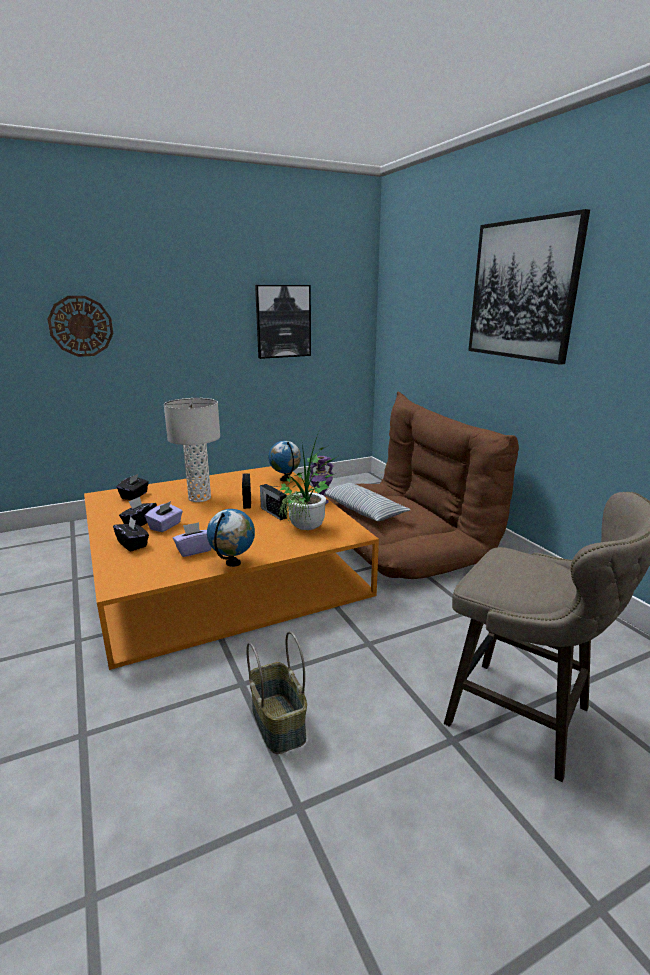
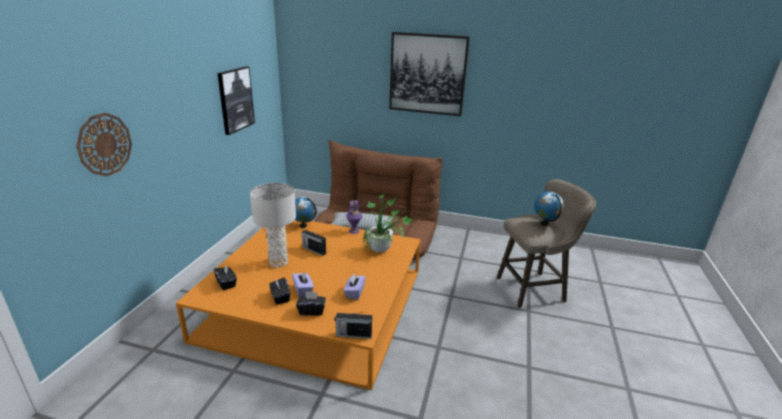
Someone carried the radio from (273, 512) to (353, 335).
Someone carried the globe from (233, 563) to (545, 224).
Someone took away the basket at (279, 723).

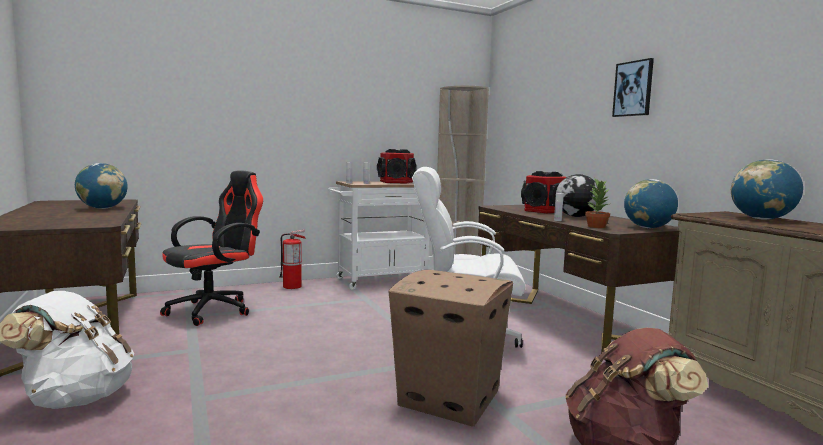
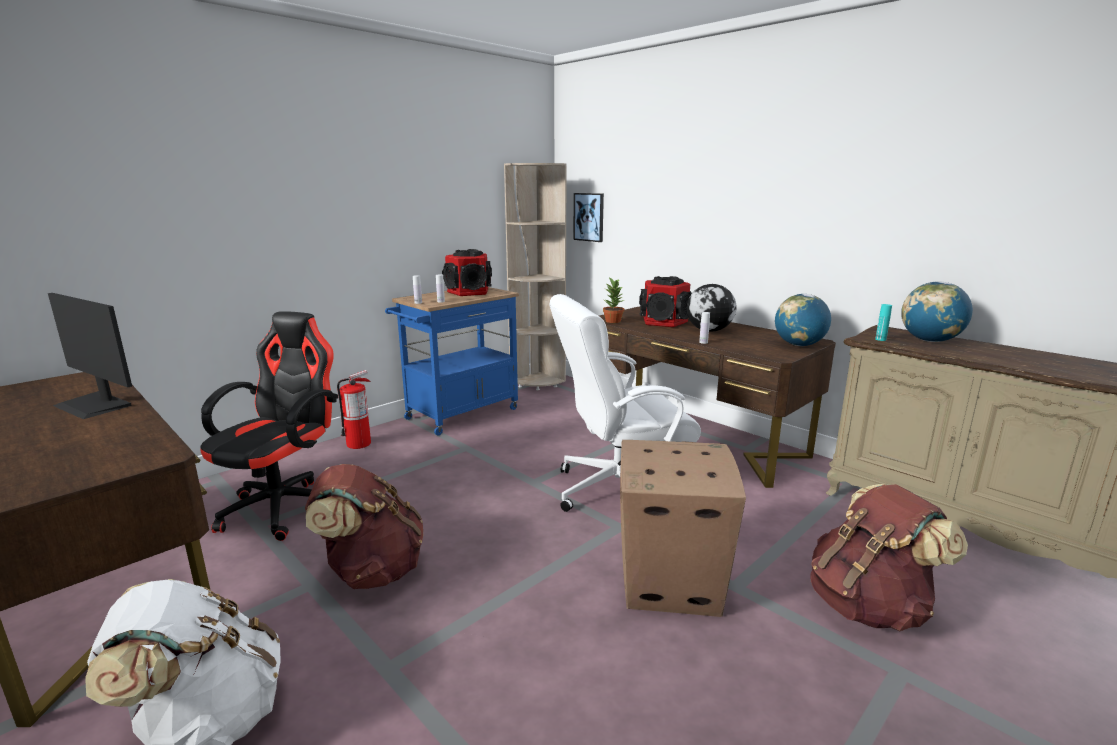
Someone swapped the globe at (102, 208) for the monitor at (94, 405).
Someone put down the backpack (brown) at (371, 571).
Someone repainted the cart (white) at (378, 280), which became the cart (blue) at (459, 415).
Someone carried the picture from (633, 89) to (589, 217).
Someone carried the potted plant from (596, 226) to (613, 321).
Someone put down the bottle (turquoise) at (880, 339).

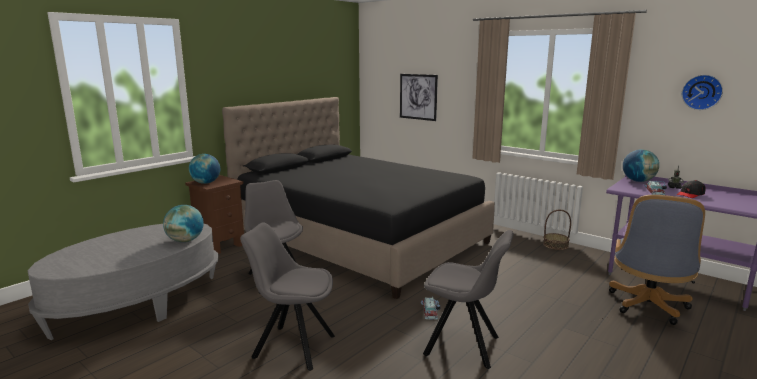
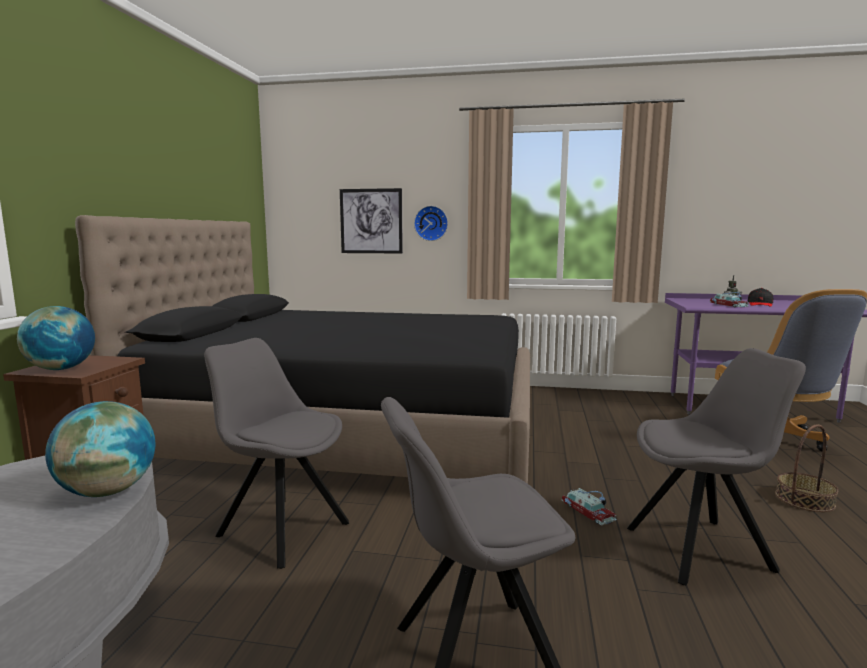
Someone carried the wall clock from (702, 92) to (431, 223).
Someone carried the basket from (555, 245) to (804, 499).
Someone took away the globe at (638, 181).

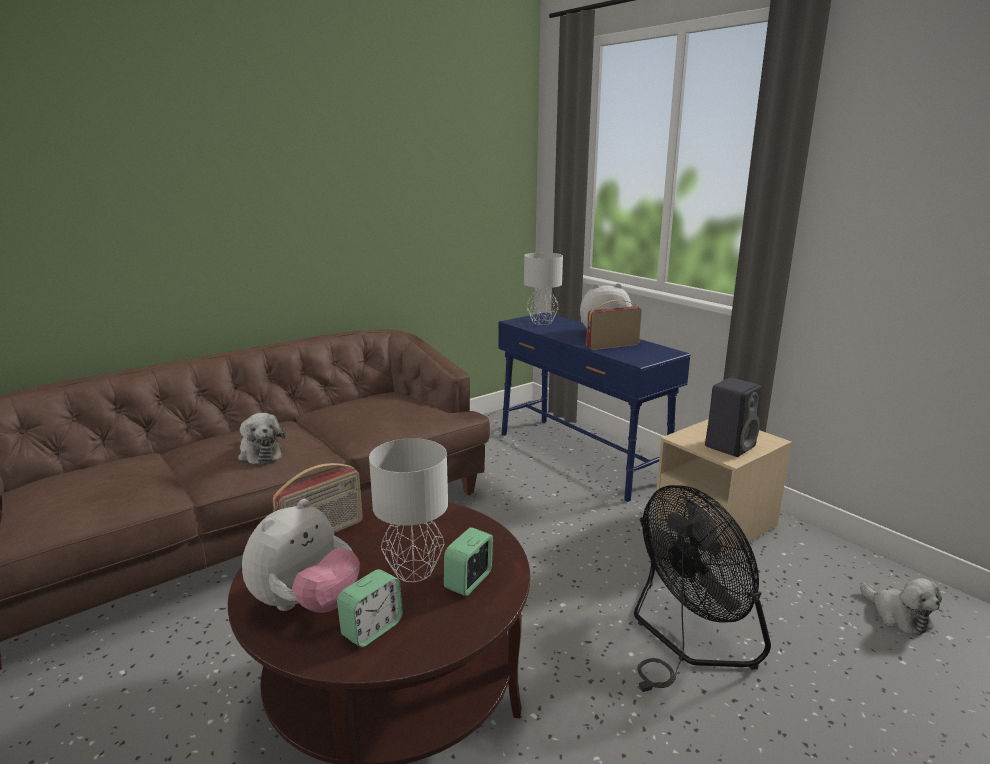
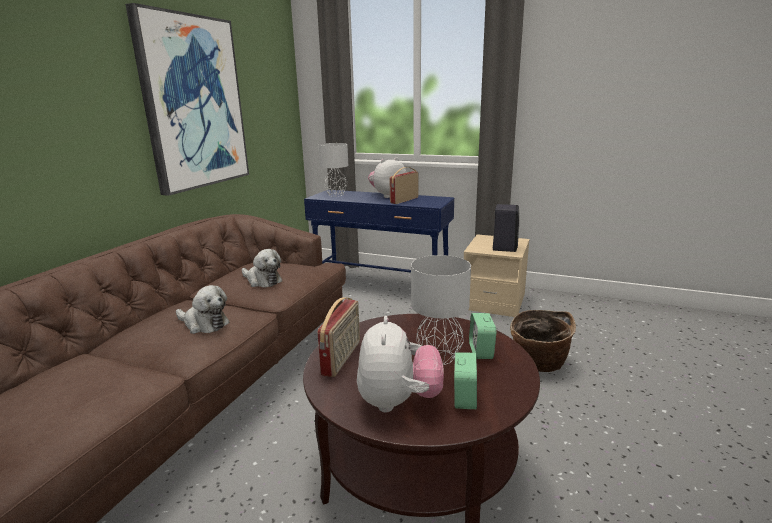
Someone put up the picture at (193, 103).
Someone carried the plush toy from (898, 615) to (262, 281).
Someone swapped the fan (black) at (680, 636) for the basket at (538, 364).

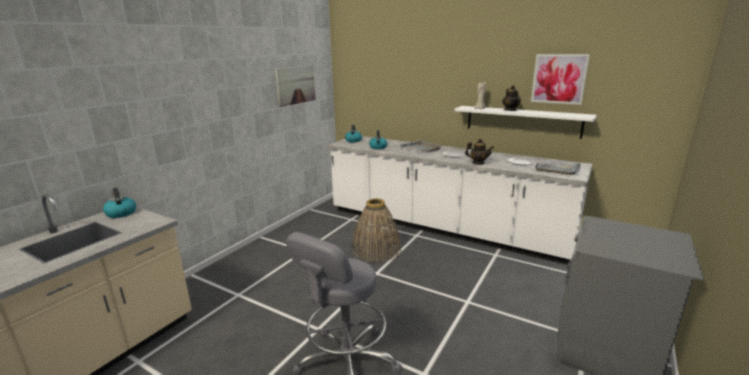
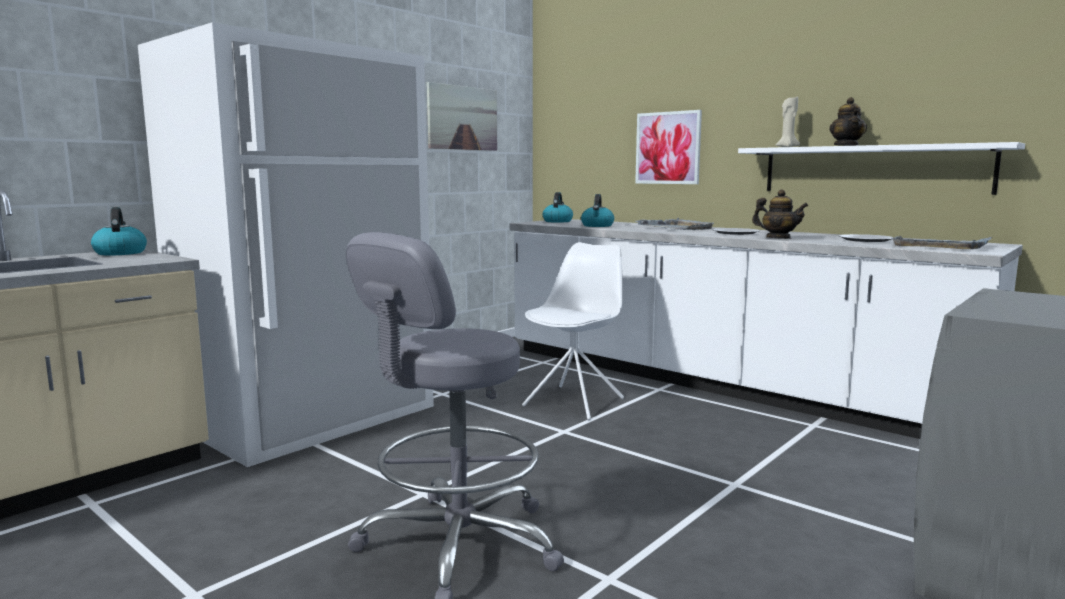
Someone put down the fridge (white) at (311, 416).
Someone swapped the basket at (376, 249) for the chair (white) at (575, 402).
Someone carried the picture from (559, 79) to (668, 148).

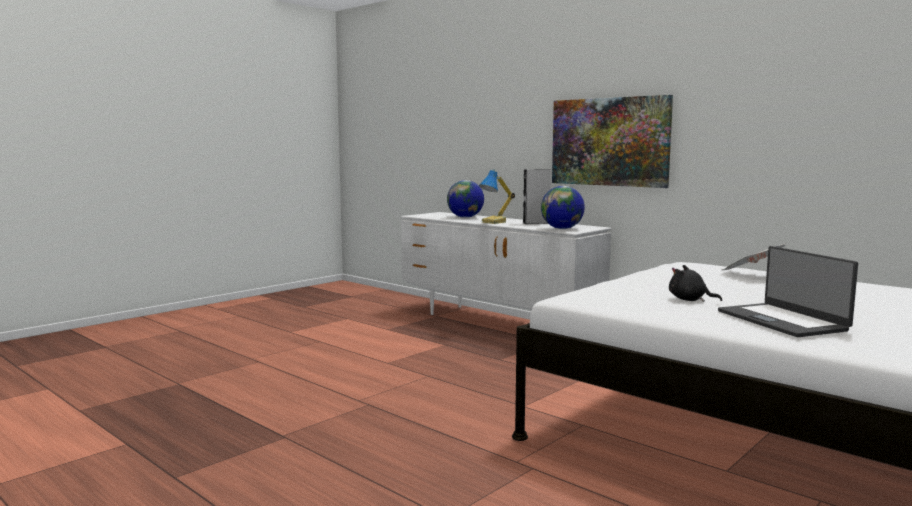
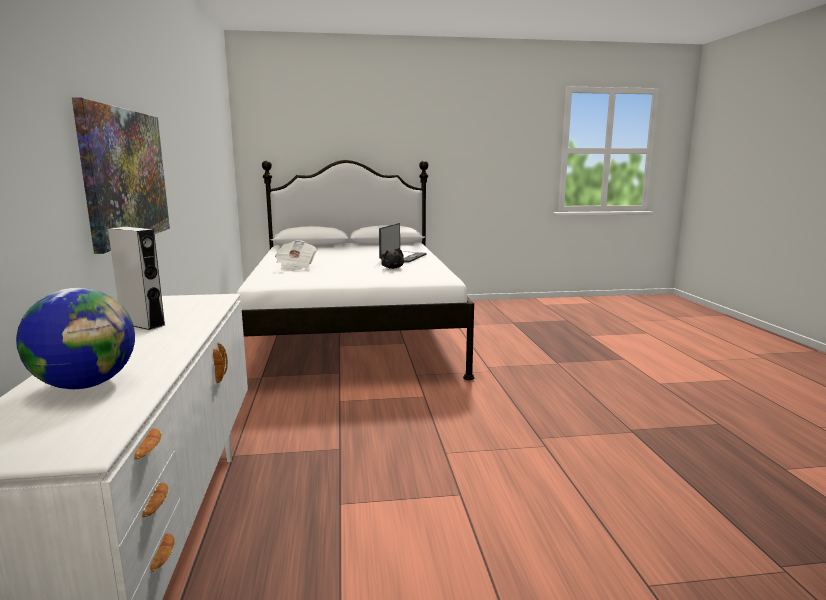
Someone took away the table lamp at (494, 222).
Someone took away the globe at (562, 229).

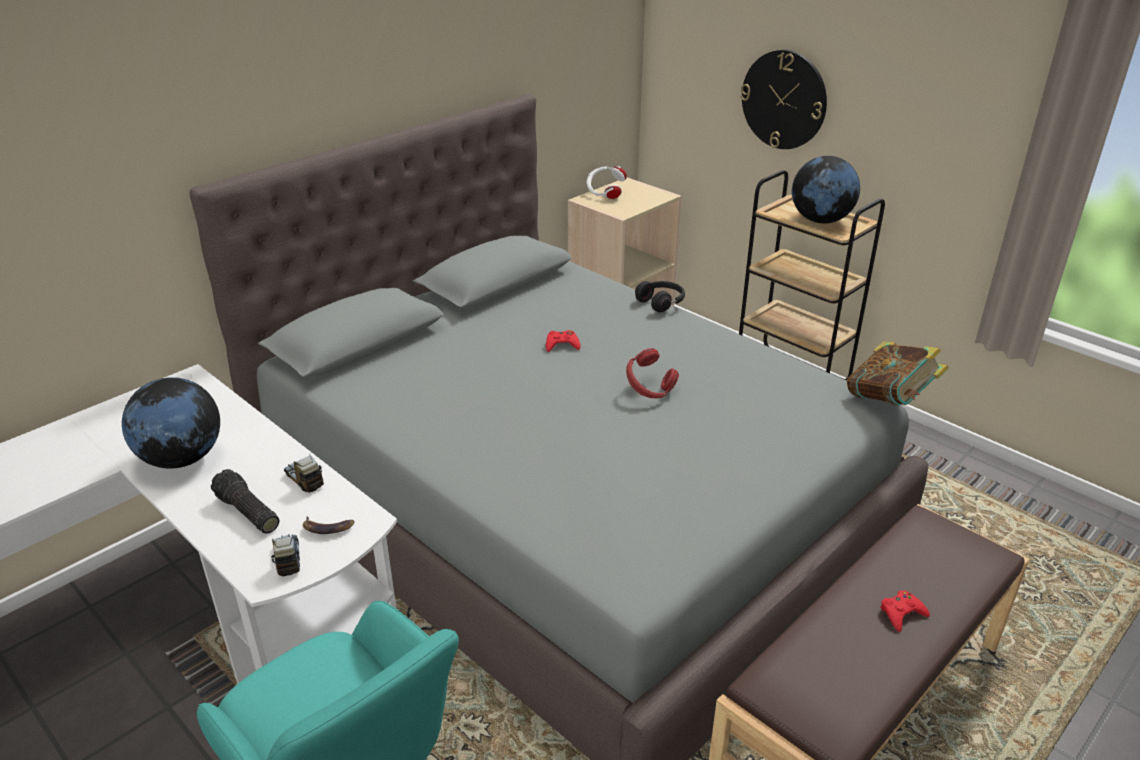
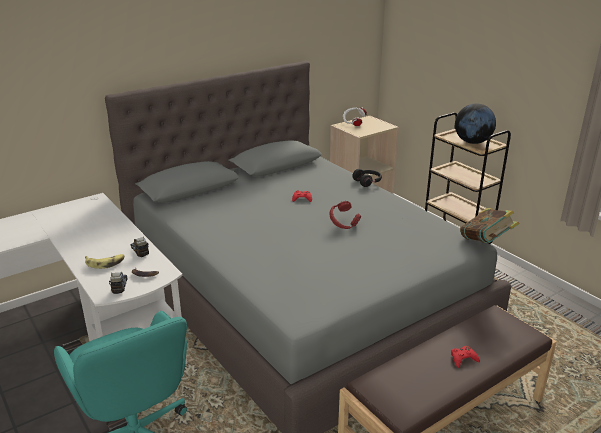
Someone swapped the flashlight at (246, 513) for the banana at (105, 263).
Someone took away the globe at (181, 458).
Someone took away the wall clock at (784, 100).

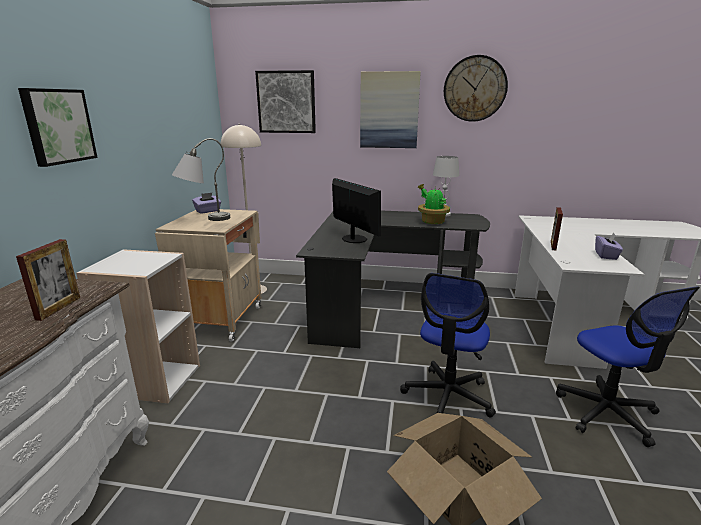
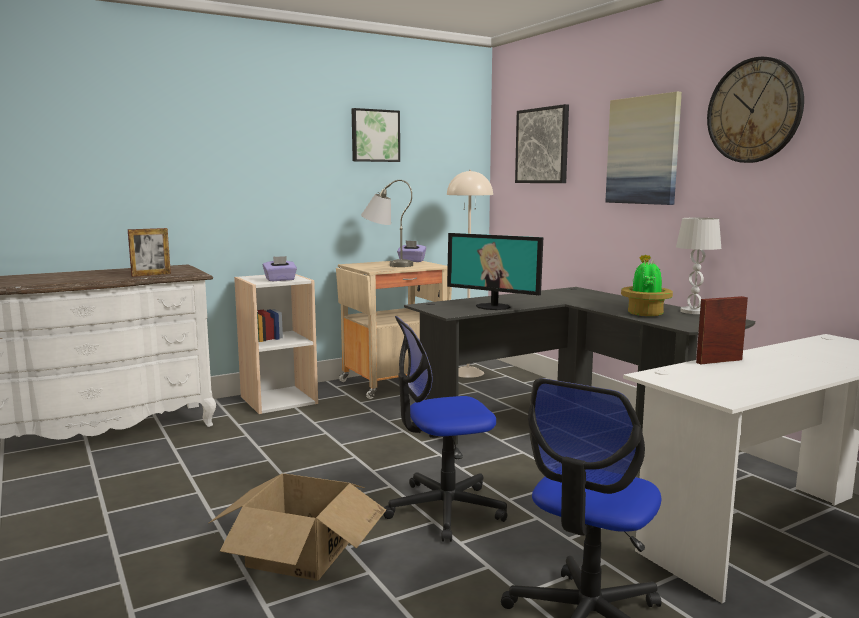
Someone carried the tissue box (purple) from (606, 255) to (280, 280).
Someone carried the picture from (57, 126) to (375, 135).
Someone rotated the monitor at (353, 239) by 105 degrees clockwise.

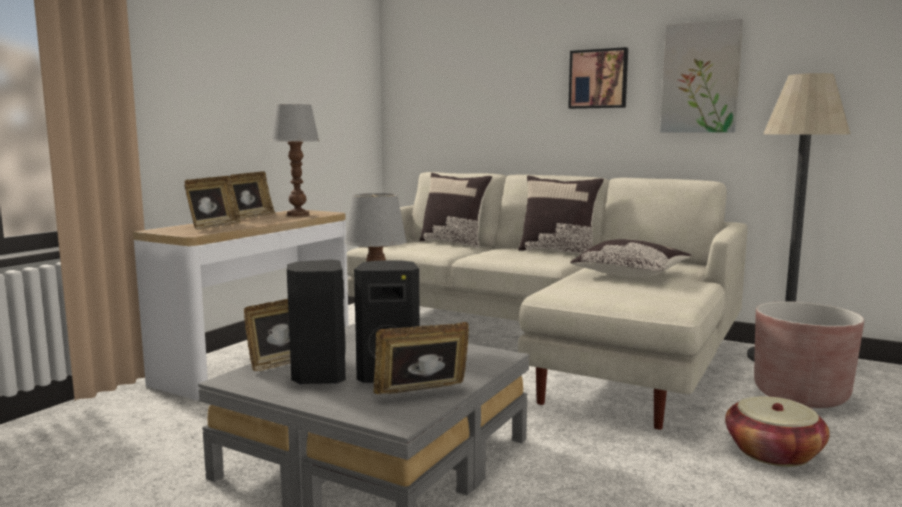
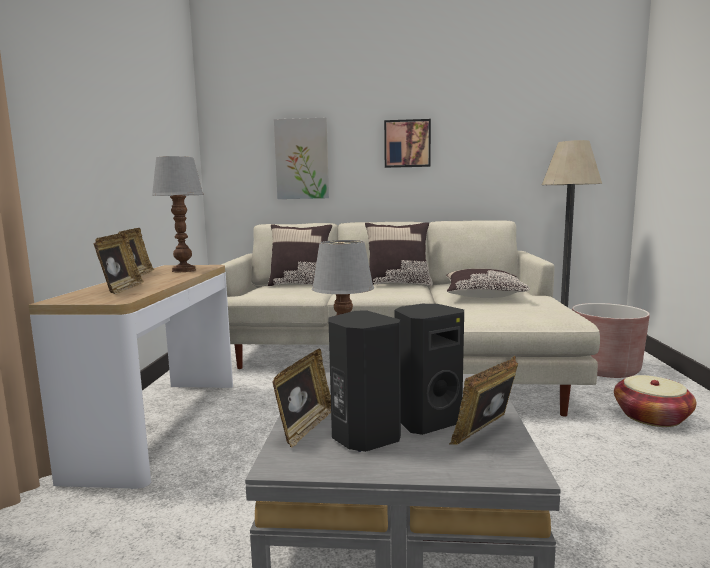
Someone carried the picture from (700, 78) to (302, 159).

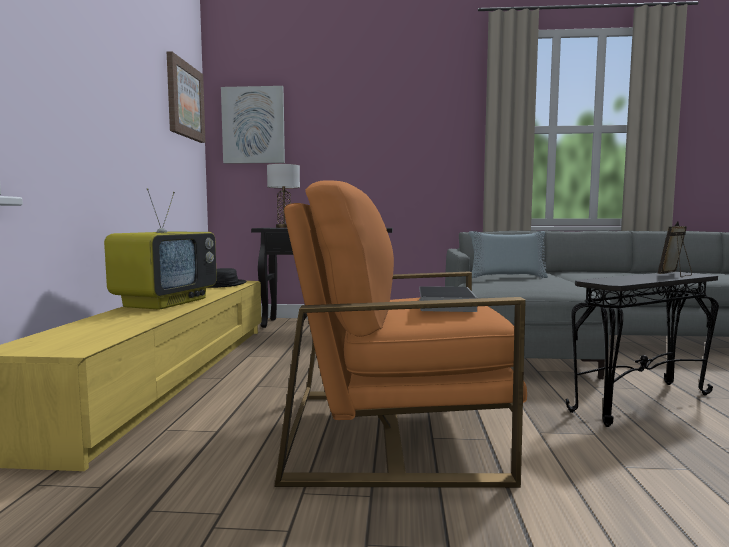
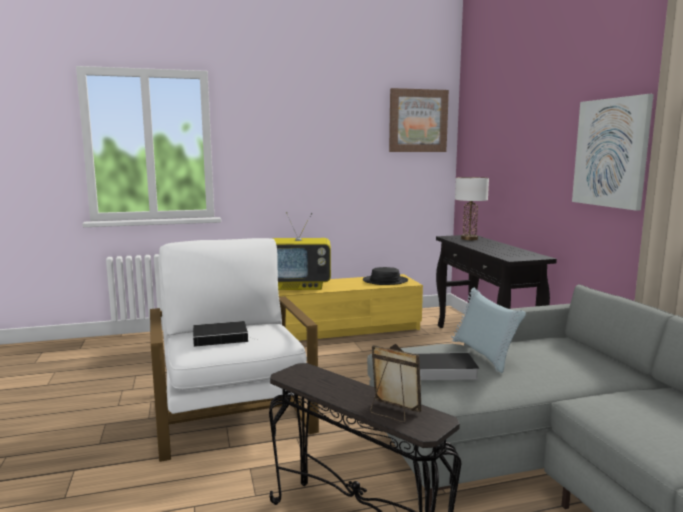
Someone repainted the armchair (orange) at (394, 431), which became the armchair (white) at (233, 412).
Someone put down the book at (442, 371).
Someone carried the picture from (253, 125) to (611, 153).

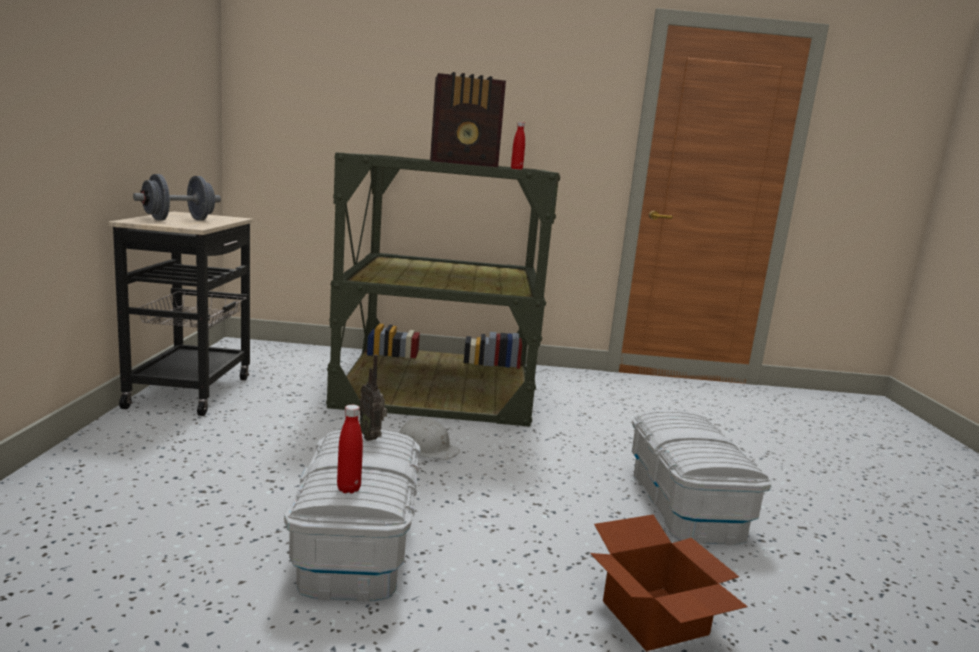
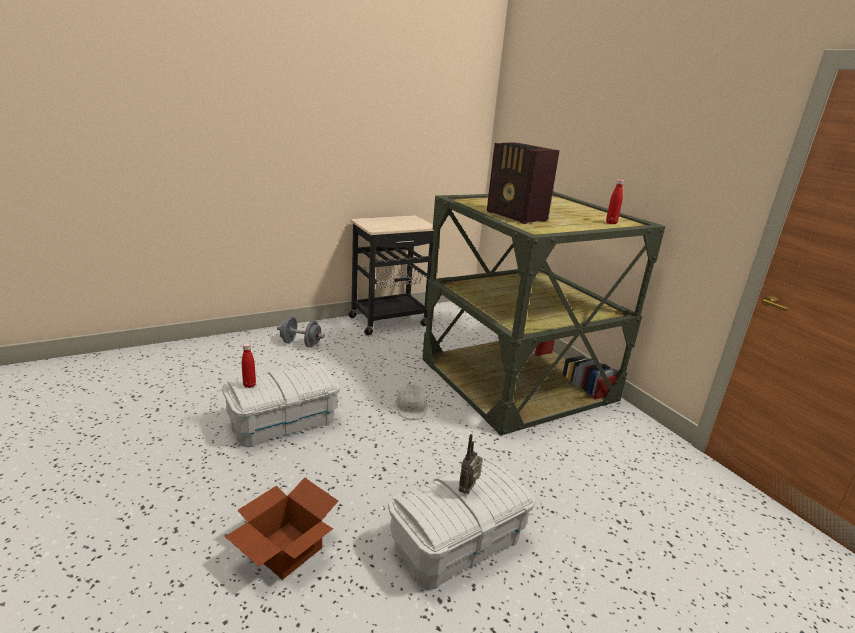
Someone carried the dumbbell (grey) from (179, 220) to (301, 343).
Someone carried the radio from (371, 437) to (469, 490).

